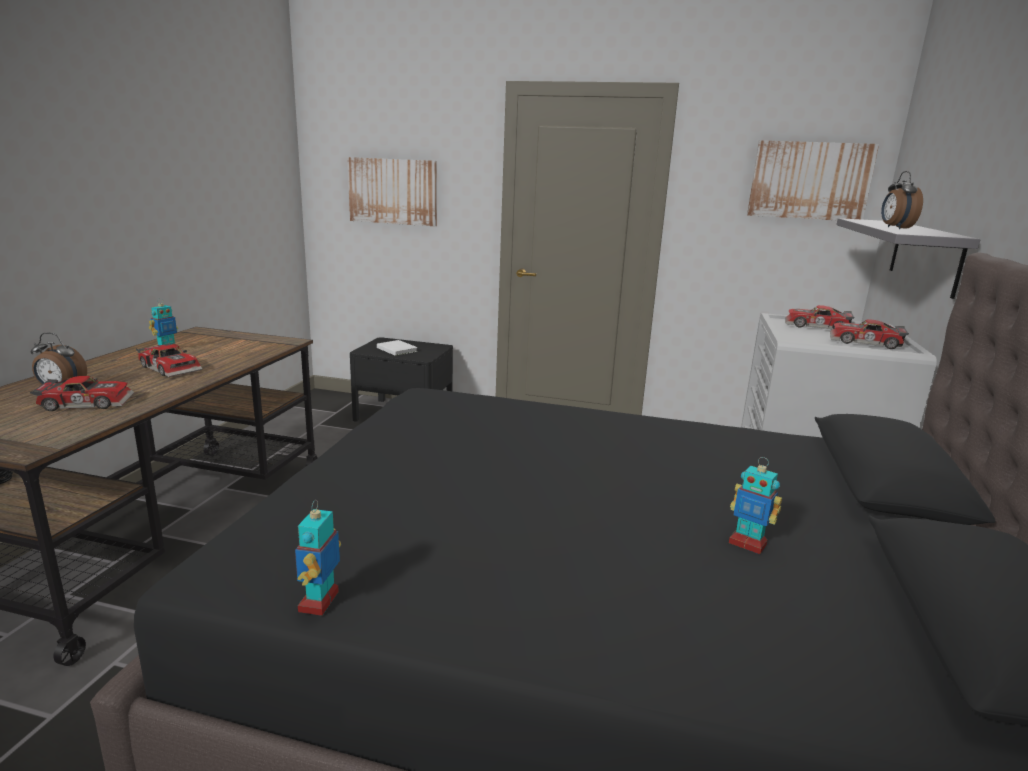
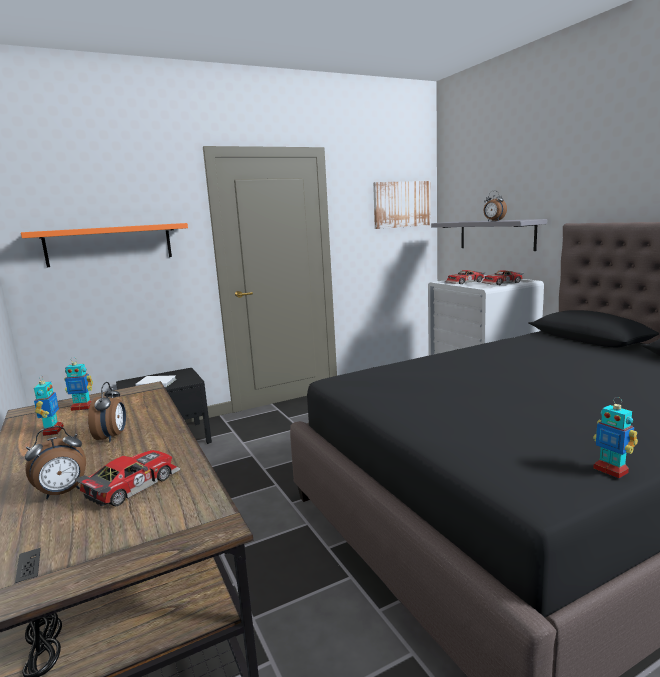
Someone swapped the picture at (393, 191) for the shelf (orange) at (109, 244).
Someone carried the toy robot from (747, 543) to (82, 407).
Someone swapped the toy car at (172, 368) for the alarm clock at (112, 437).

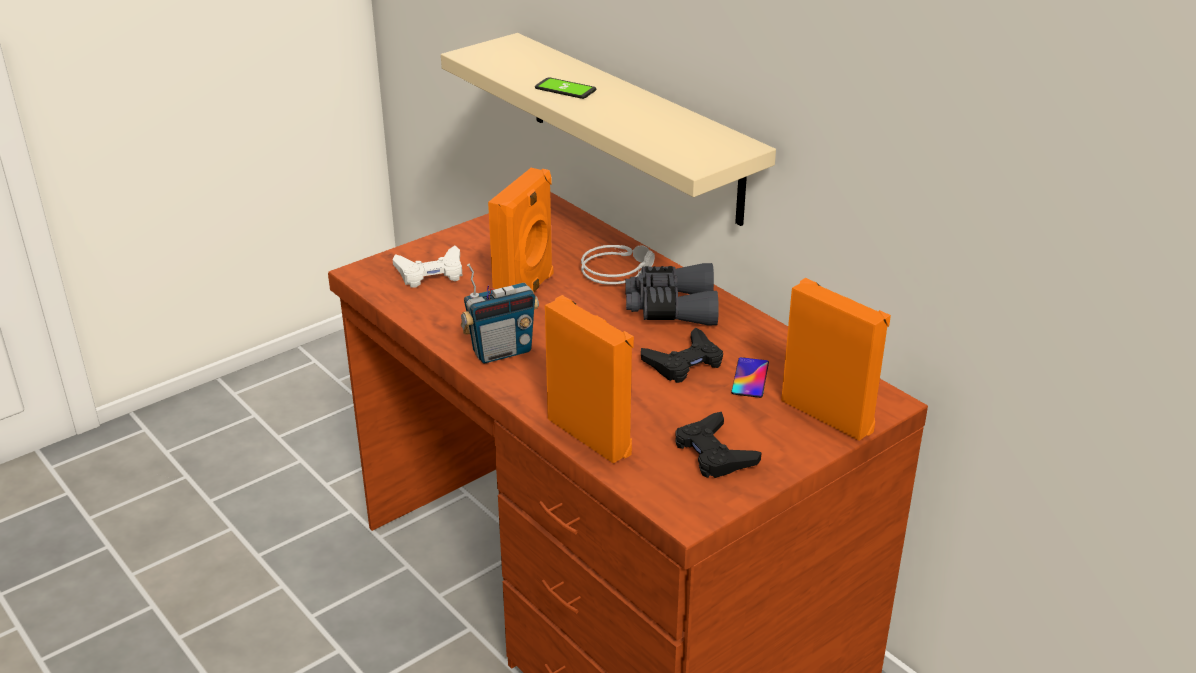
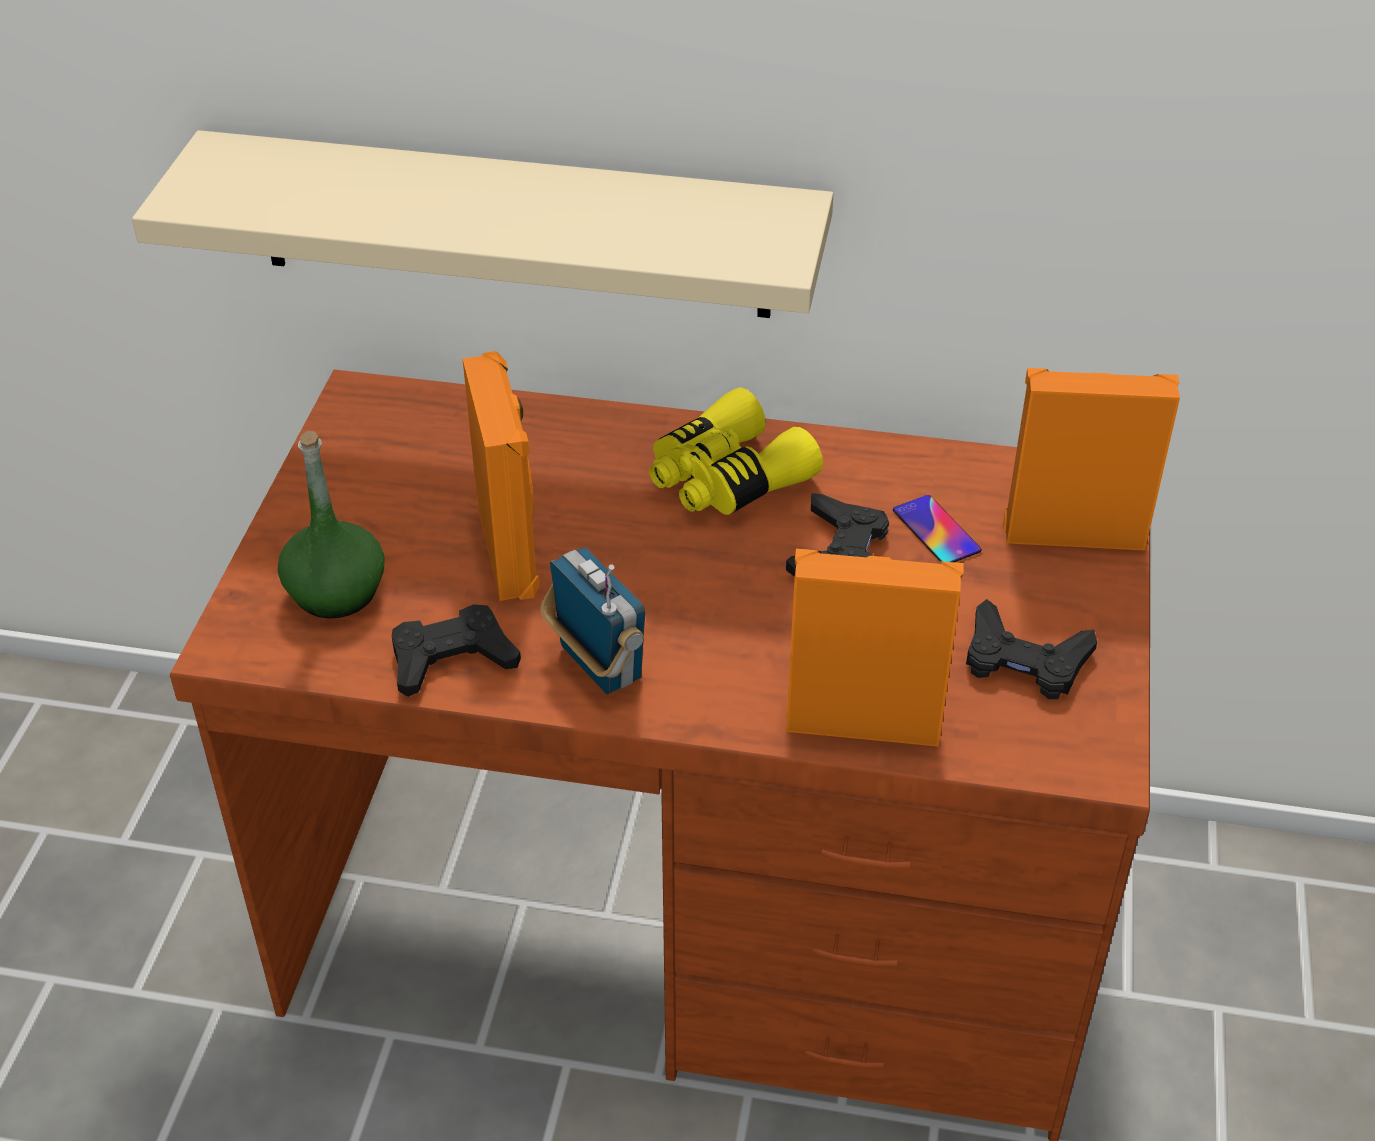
Someone swapped the game controller (white) at (431, 273) for the bottle (green) at (336, 592).
Someone put down the game controller (black) at (451, 659).
Someone rotated the radio at (501, 351) by 60 degrees counterclockwise.
Someone repainted the binoculars (grey) at (671, 308), which became the binoculars (yellow) at (726, 478).
Someone took away the phone at (565, 89).
Someone took away the headphones (grey) at (617, 269).

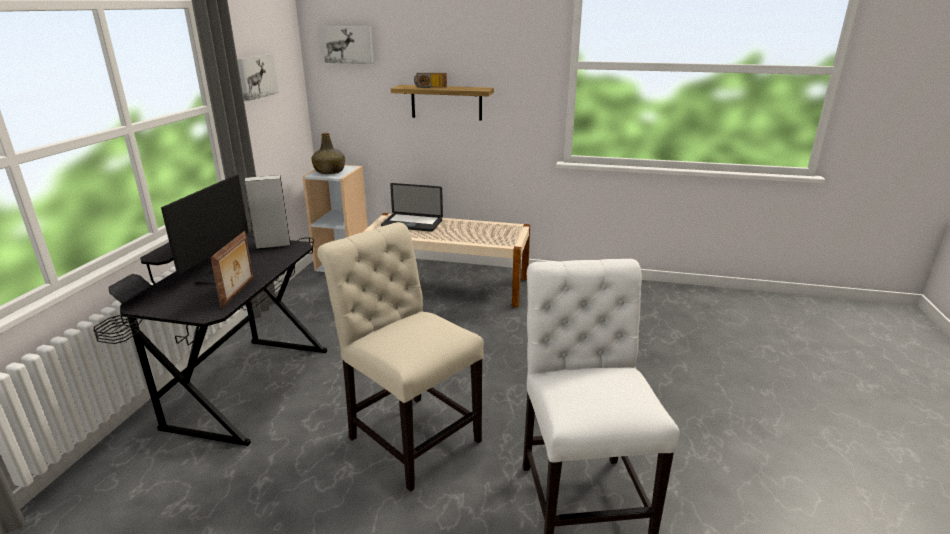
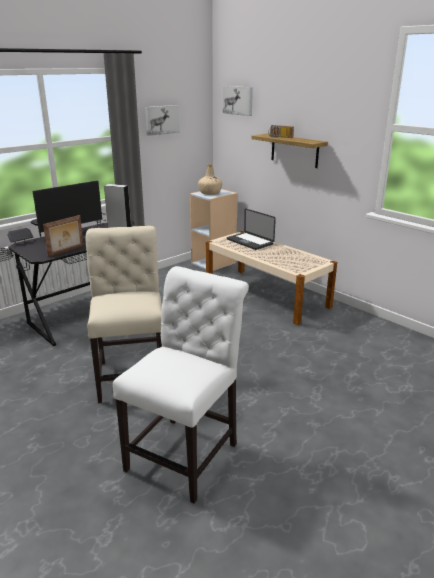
Someone repainted the bottle (green) at (330, 171), which became the bottle (beige) at (210, 193).

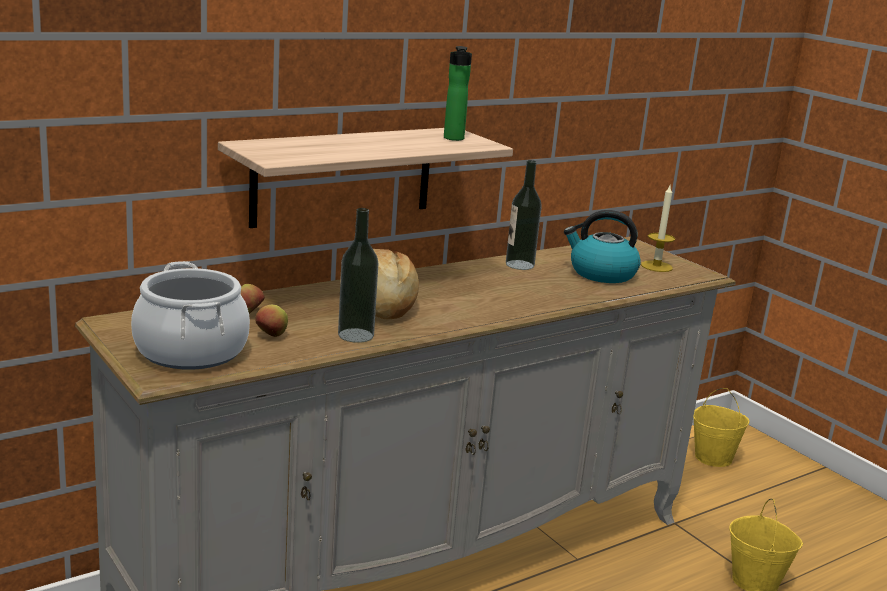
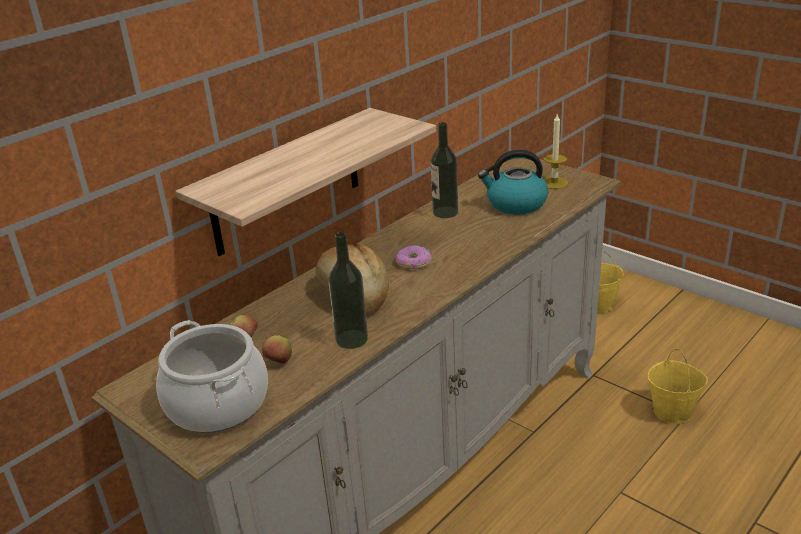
Someone put down the donut at (413, 262).
Someone took away the bottle at (454, 139).

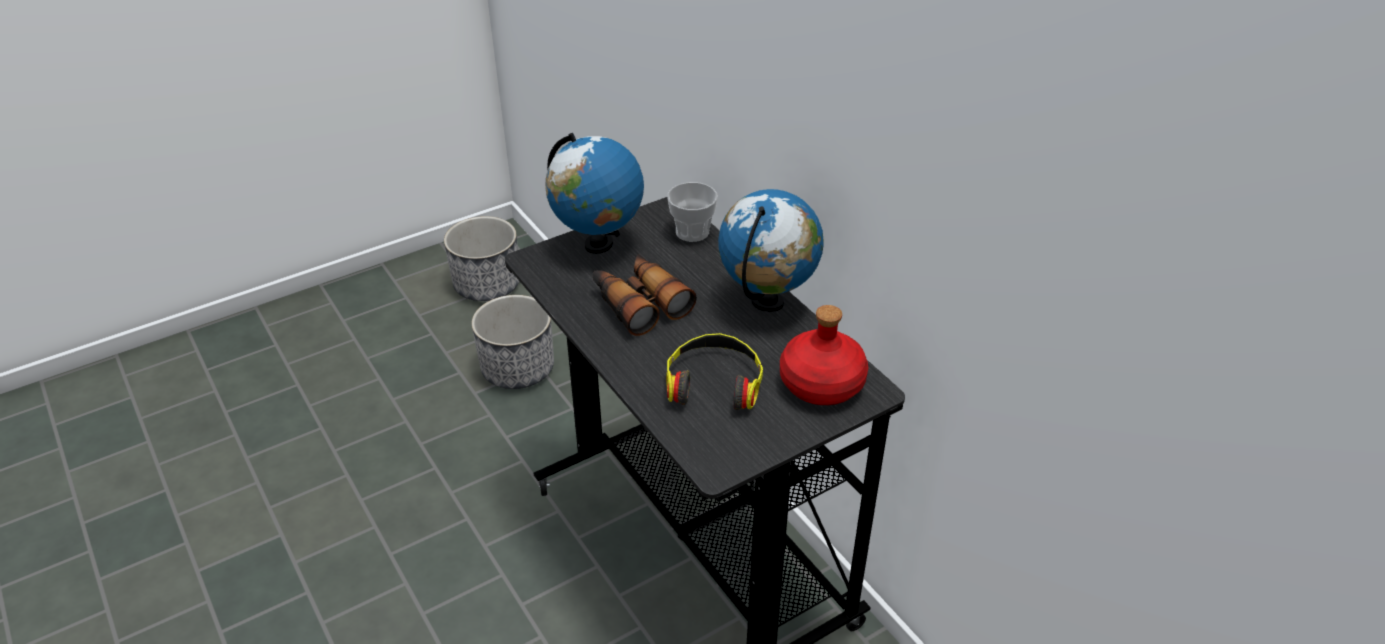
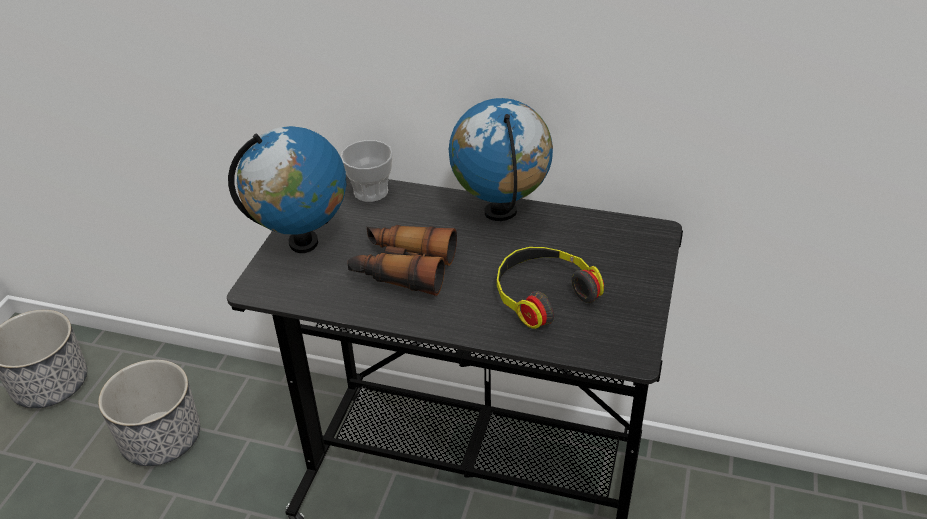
Someone took away the bottle (red) at (820, 384).

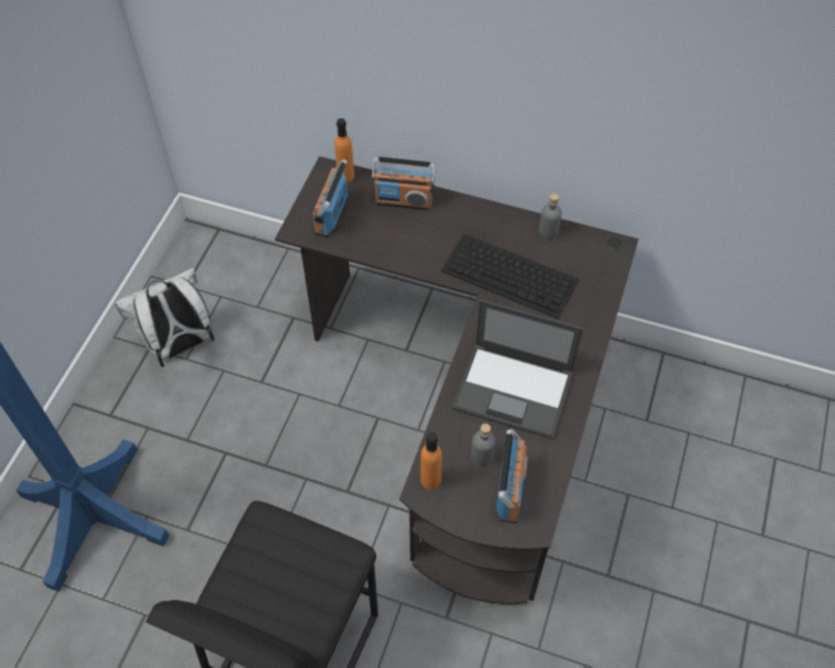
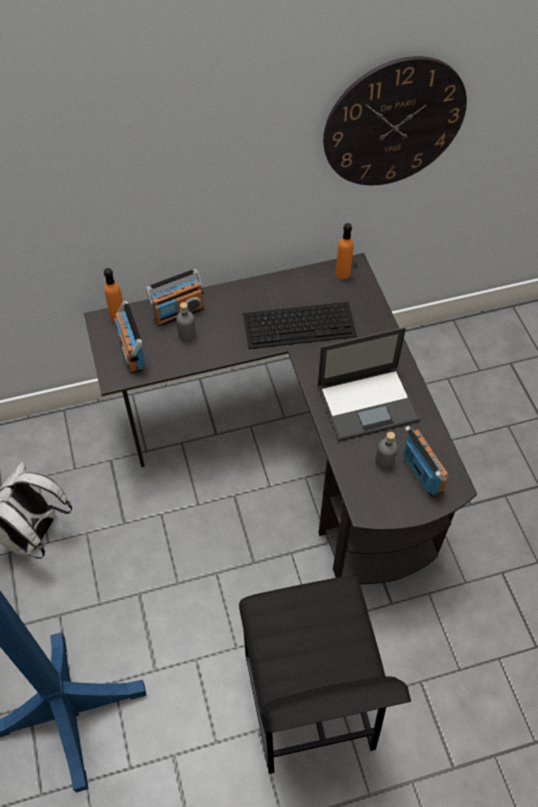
Someone carried the bottle (grey) from (548, 231) to (187, 334).
Someone put up the wall clock at (394, 123).
Someone carried the bottle (orange) from (430, 480) to (342, 273).

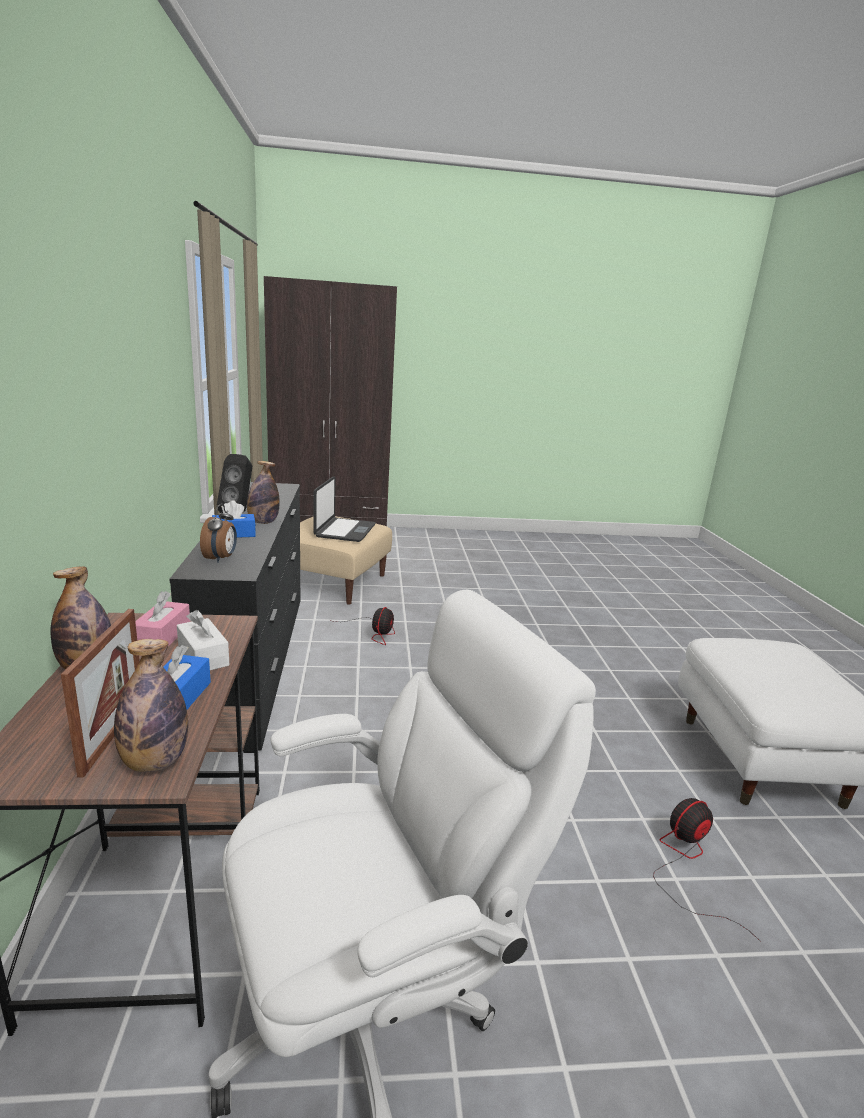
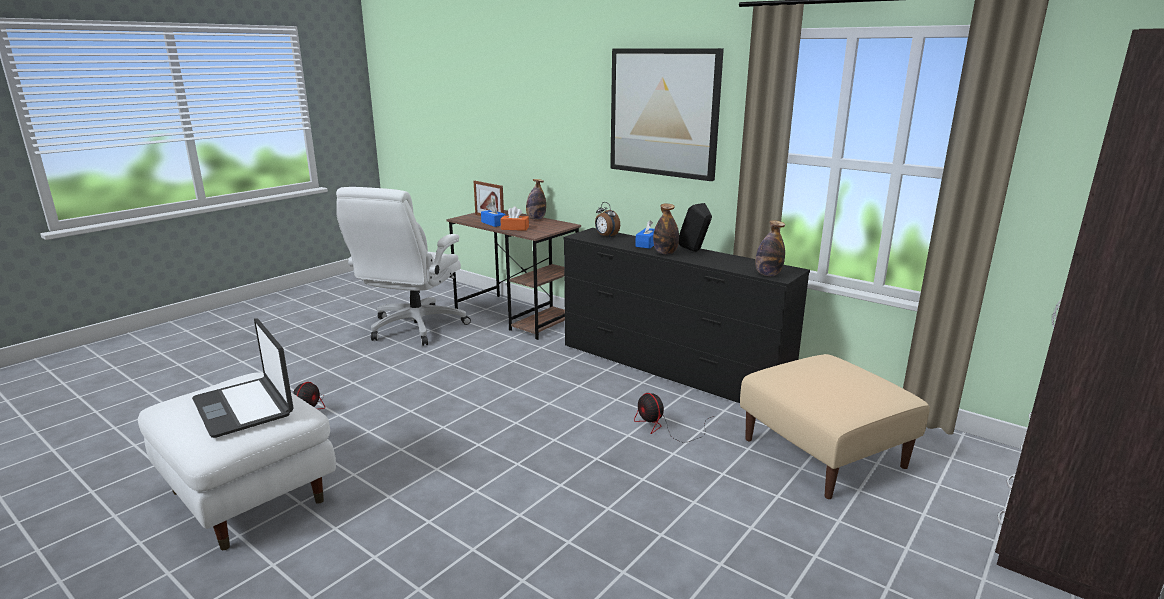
Someone carried the laptop from (344, 531) to (244, 407).
Someone repainted the tissue box (white) at (203, 656), which became the tissue box (orange) at (515, 228).
Someone put up the picture at (664, 113).
Someone carried the bottle from (154, 762) to (768, 274).
Someone took away the tissue box (pink) at (163, 636).

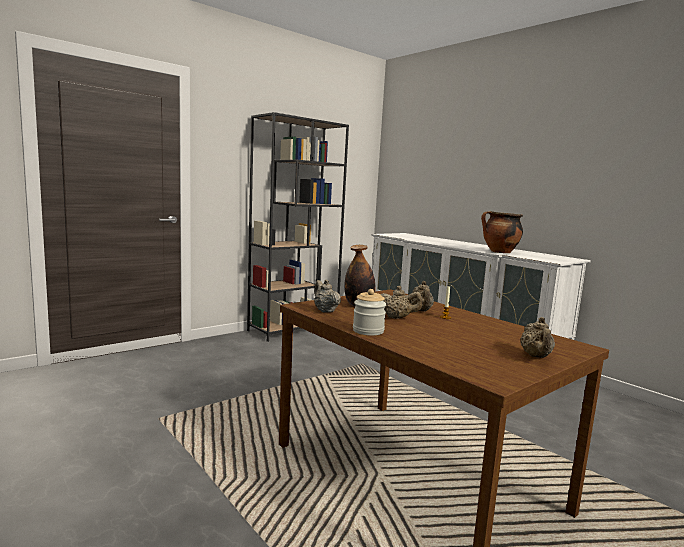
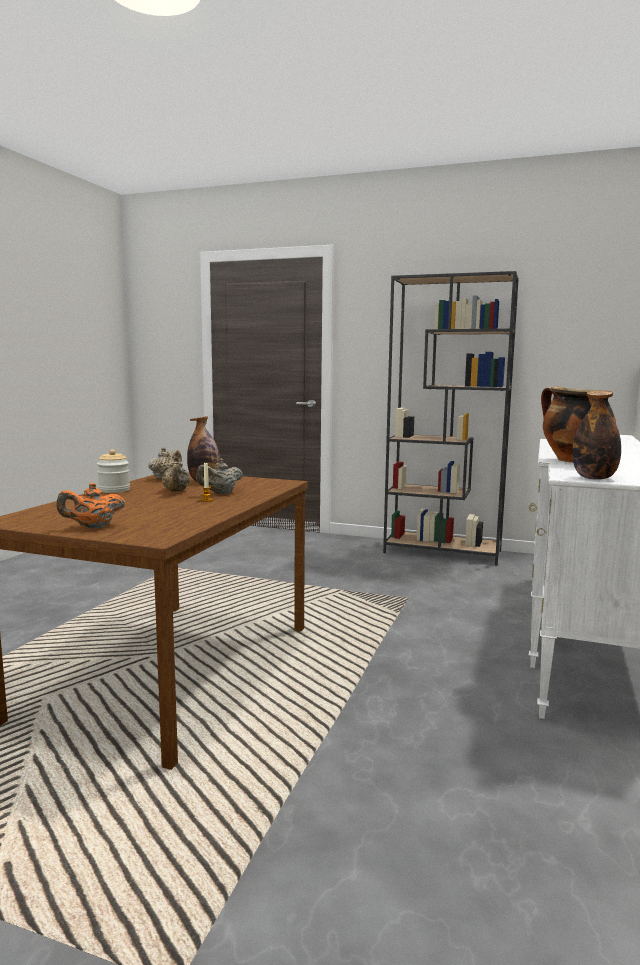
Someone repainted the teapot (beige) at (536, 356), which became the teapot (orange) at (92, 527).
Someone put down the bottle at (594, 478).

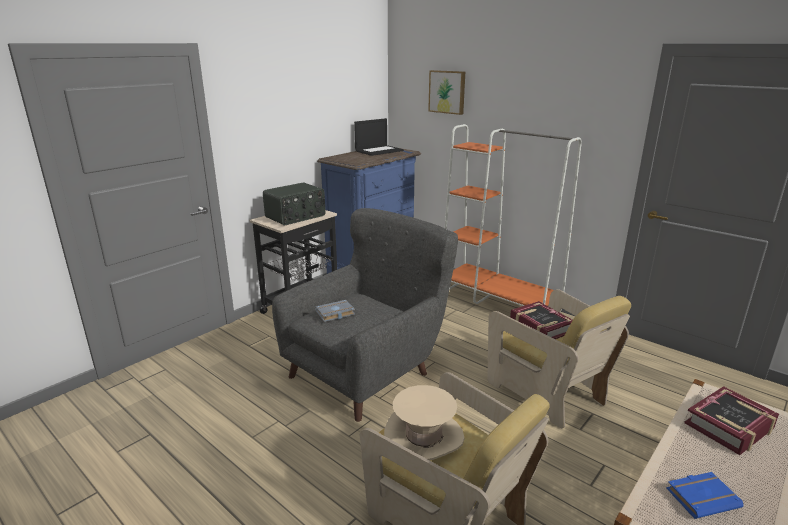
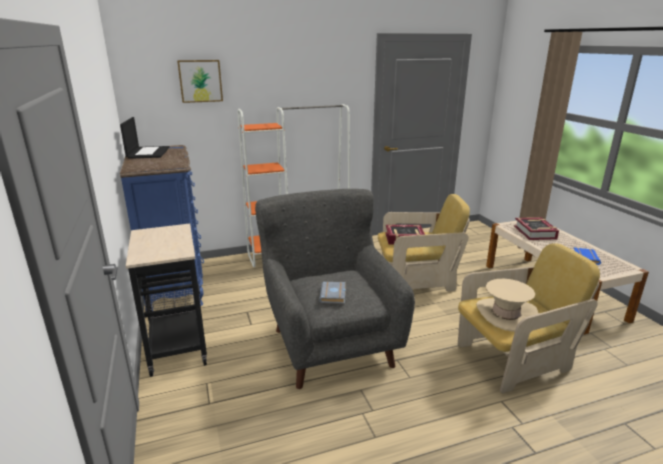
Someone took away the radio at (296, 216).

